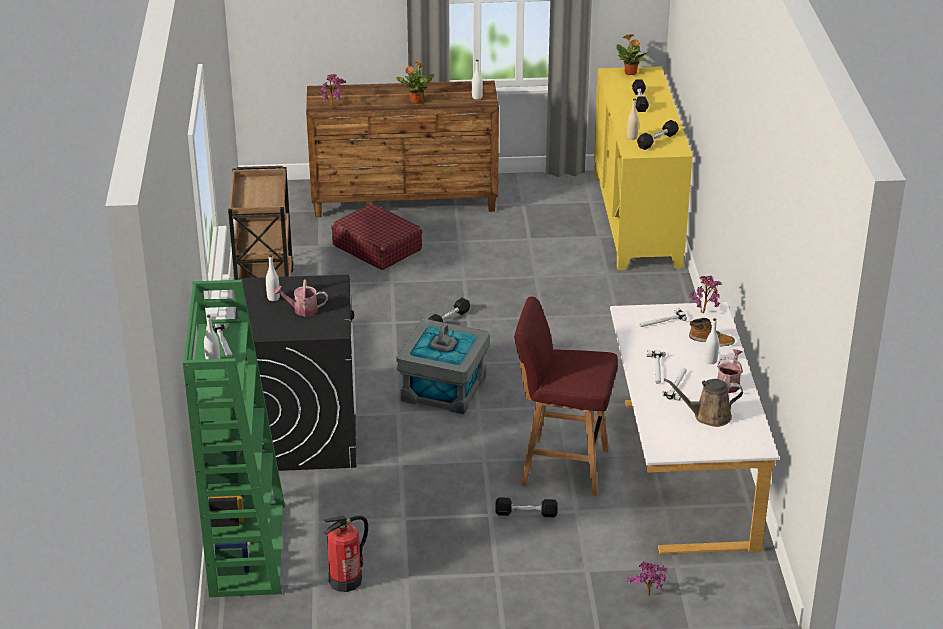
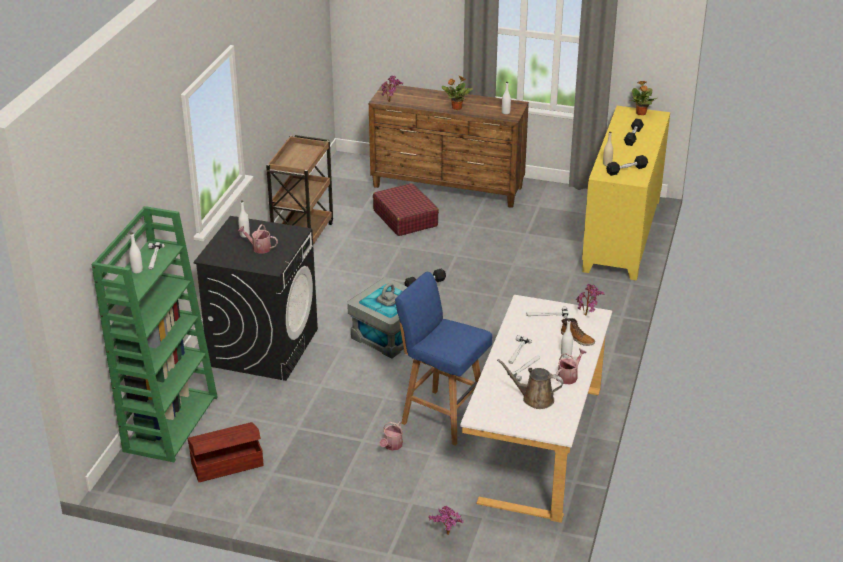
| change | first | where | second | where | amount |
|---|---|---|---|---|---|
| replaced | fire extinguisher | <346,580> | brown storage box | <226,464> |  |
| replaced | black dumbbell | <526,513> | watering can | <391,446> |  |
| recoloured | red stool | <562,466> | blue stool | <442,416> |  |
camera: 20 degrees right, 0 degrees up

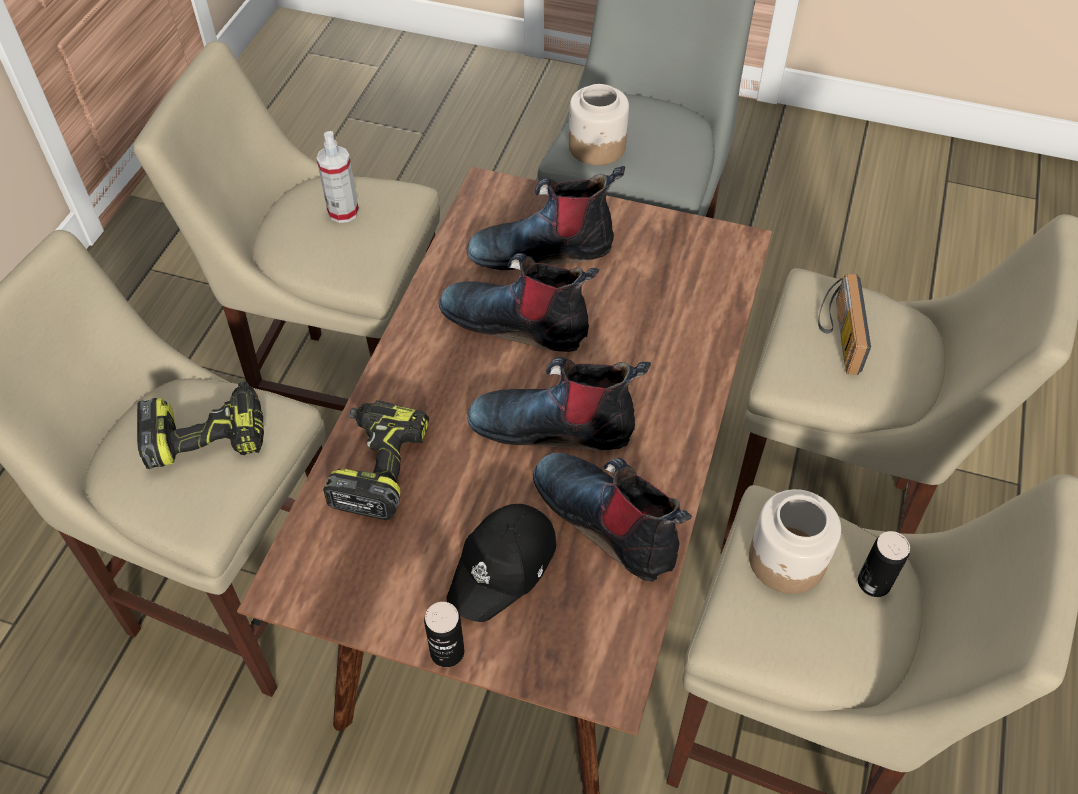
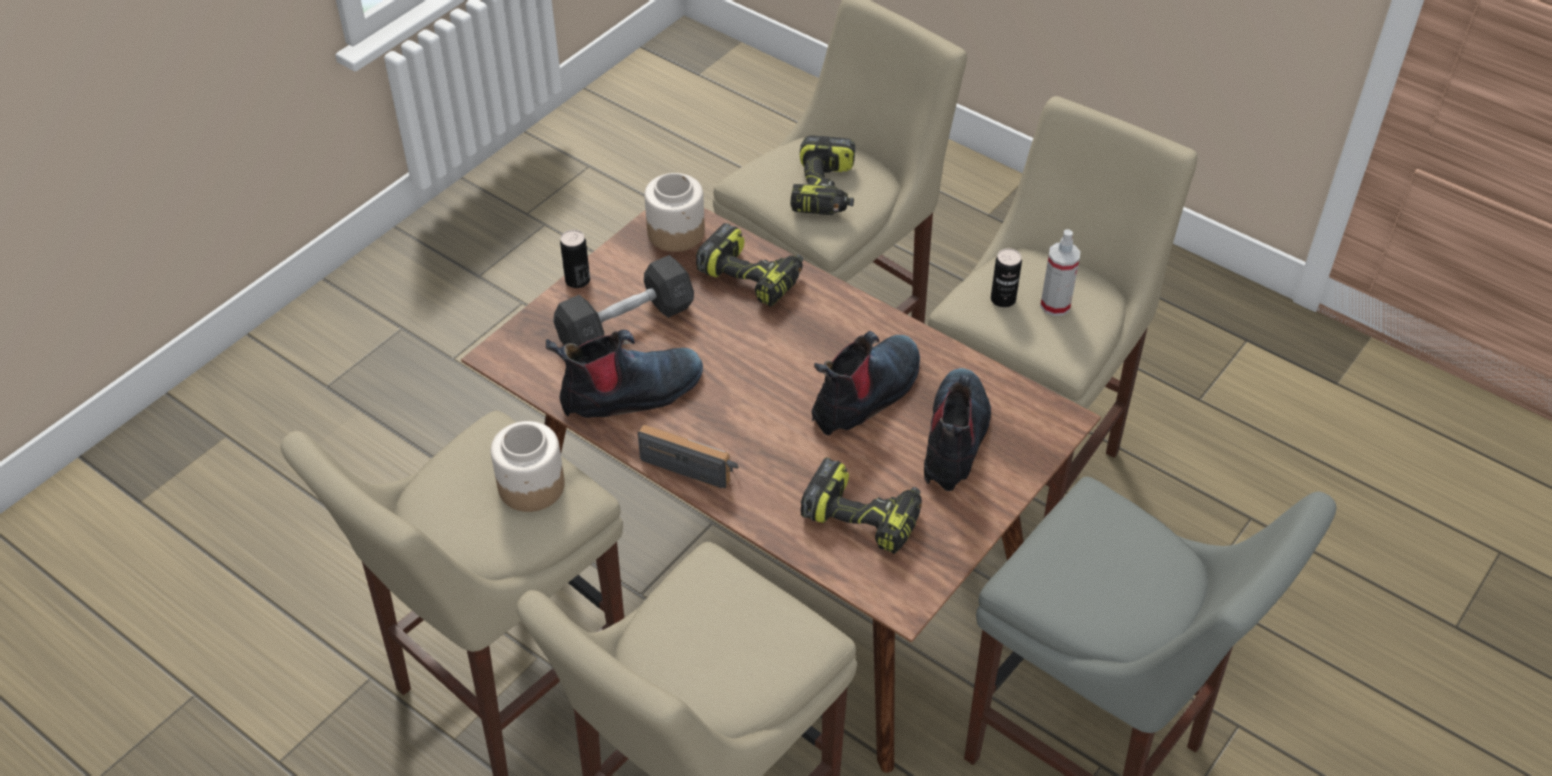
| change | first | where | second | where | amount |
|---|---|---|---|---|---|
| replaced | black cap | <503,567> | grey dumbbell | <626,324> |  |
| moved | radio | <837,334> |  | <692,464> |  |
| moved | jar | <596,146> |  | <676,232> |  |
| added |  |  | power drill | <864,516> |  |
| moved | can | <873,583> |  | <1003,299> |  |
| removed | boot | <554,425> |  |  |  |
camera: 110 degrees right, 5 degrees down

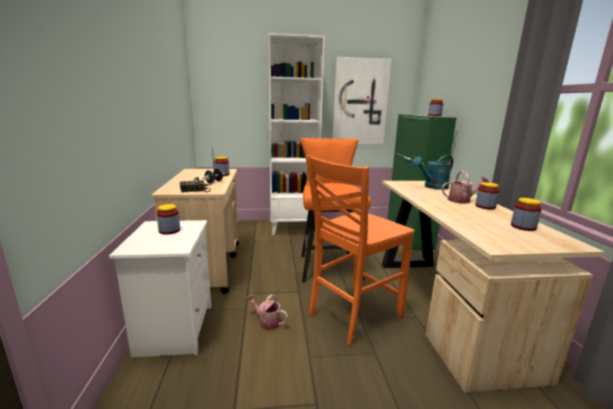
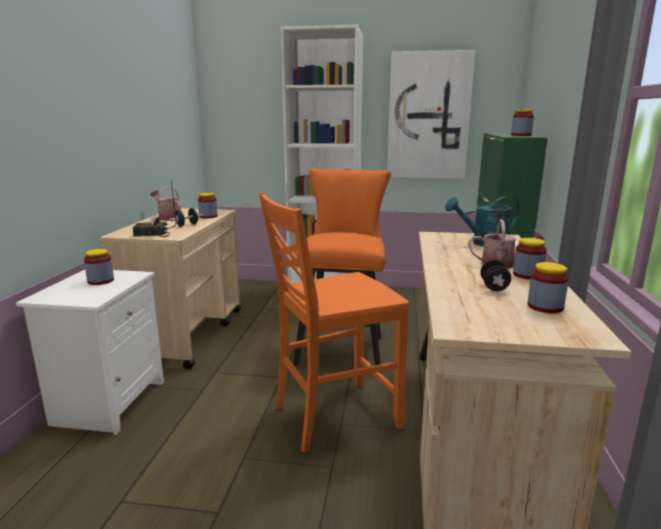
| change | first | where | second | where | amount |
|---|---|---|---|---|---|
| moved | watering can | <267,321> |  | <168,218> |  |
| added |  |  | black dumbbell | <494,287> |  |
camera: 15 degrees right, 0 degrees up

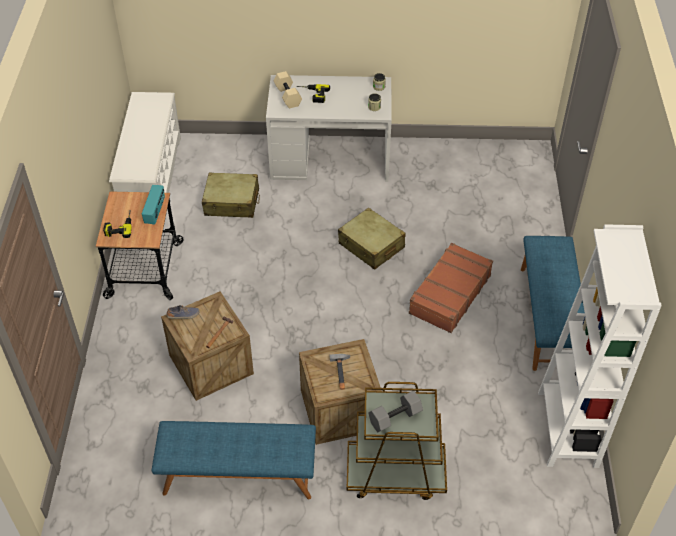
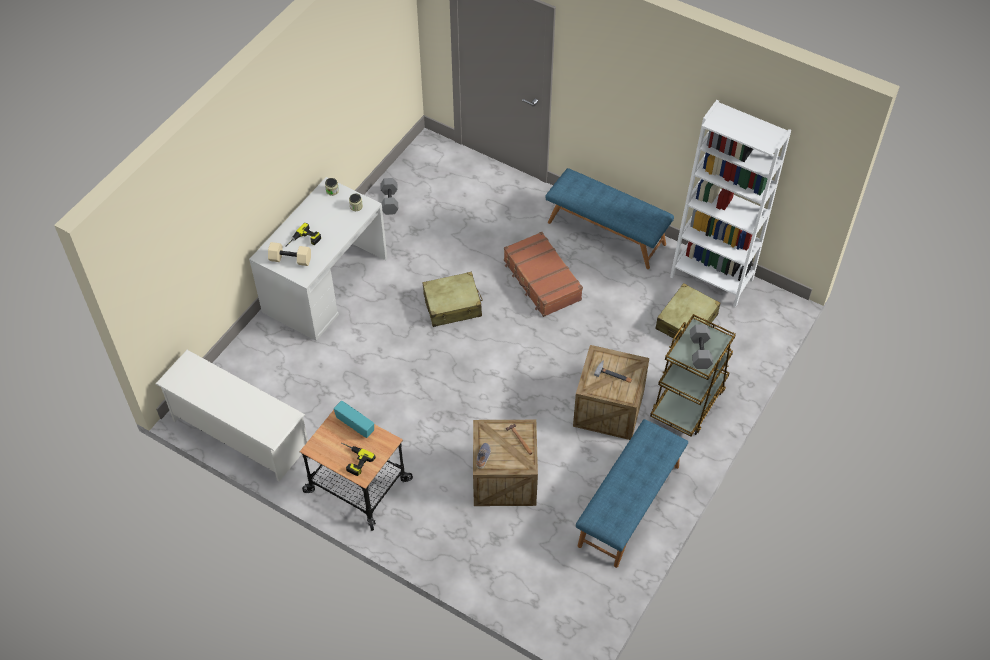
| change | first | where | second | where | amount |
|---|---|---|---|---|---|
| added |  |  | grey dumbbell | <389,201> |  |
| moved | beige suitcase | <232,202> |  | <686,322> |  |
camera: 60 degrees left, 5 degrees up

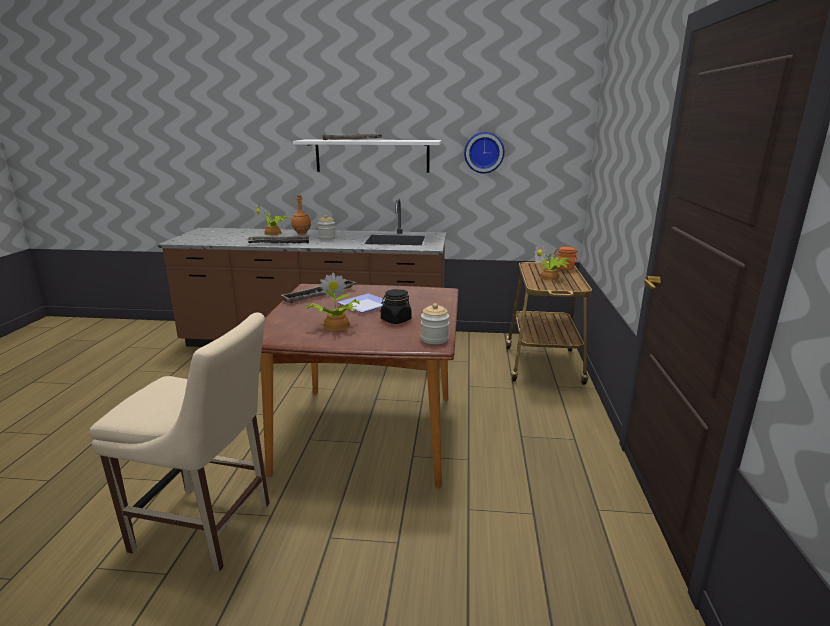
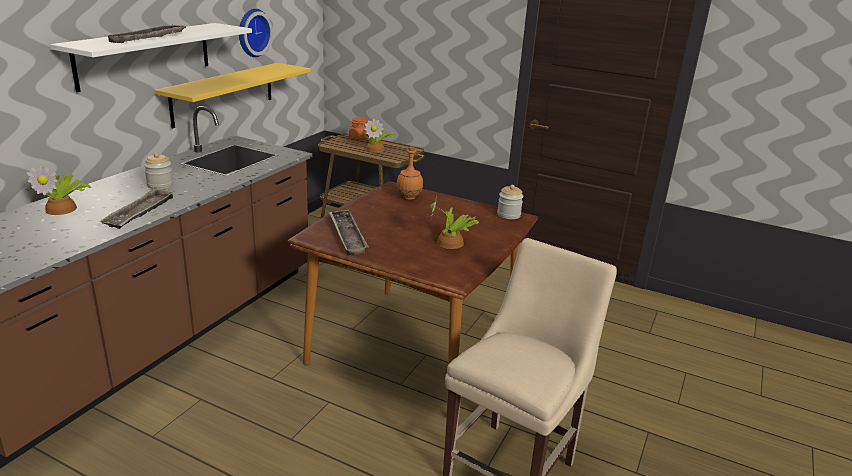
| change | first | where | second | where | amount |
|---|---|---|---|---|---|
| added |  |  | yellow shelf | <223,93> |  |
| moved | orange bottle | <302,233> |  | <408,197> |  |
| removed | plate | <363,305> |  |  |  |
| removed | black jar | <396,320> |  |  |  |
camera: 70 degrees left, 5 degrees up

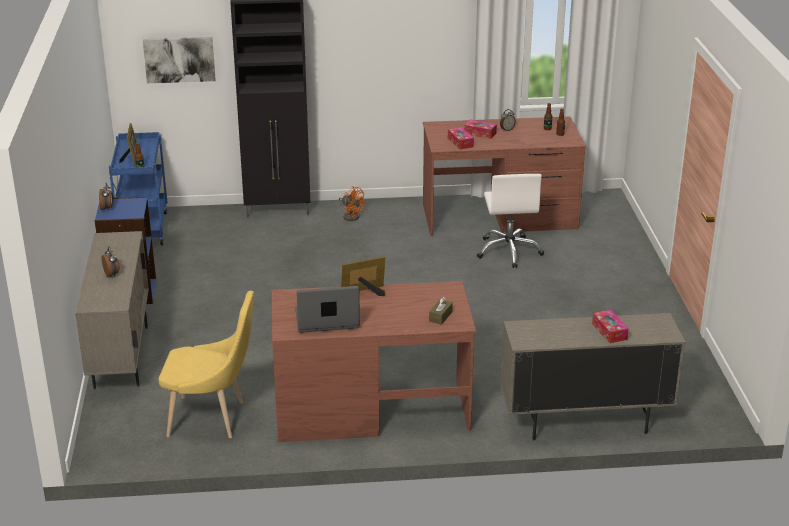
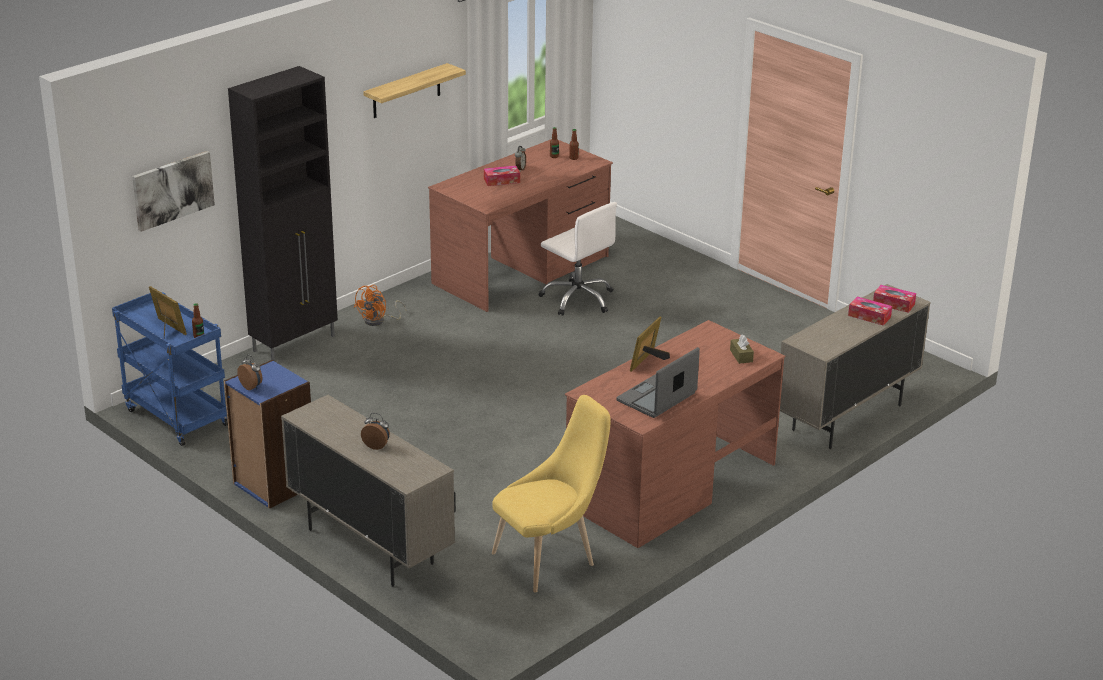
| change | first | where | second | where | amount |
|---|---|---|---|---|---|
| turned | orange fan | <351,216> |  | <378,321> | 120 degrees clockwise |
| added |  |  | shelf | <406,91> |  |
| moved | tissue box | <460,142> |  | <893,304> |  |
camera: 40 degrees left, 0 degrees up

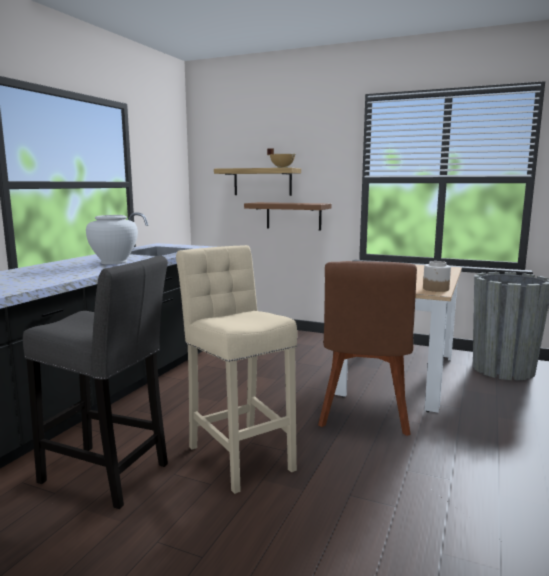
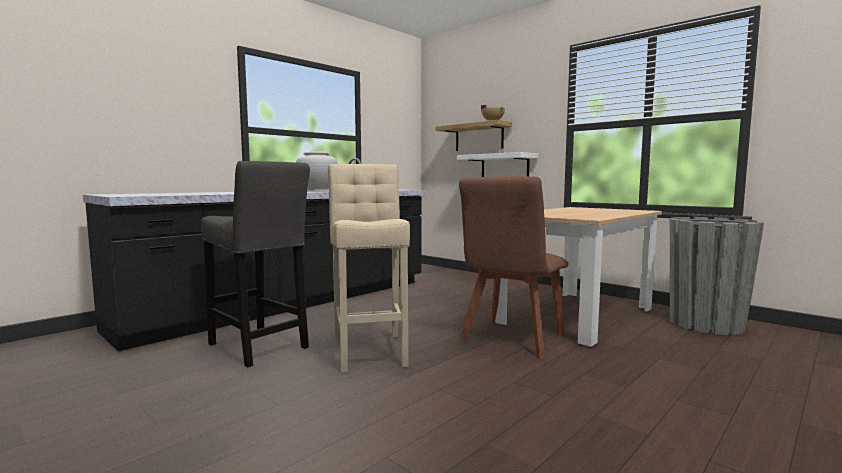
| change | first | where | second | where | amount |
|---|---|---|---|---|---|
| recoloured | brown shelf | <293,216> | white shelf | <504,167> |  |
| removed | jar | <436,289> |  |  |  |
camera: 20 degrees right, 5 degrees down

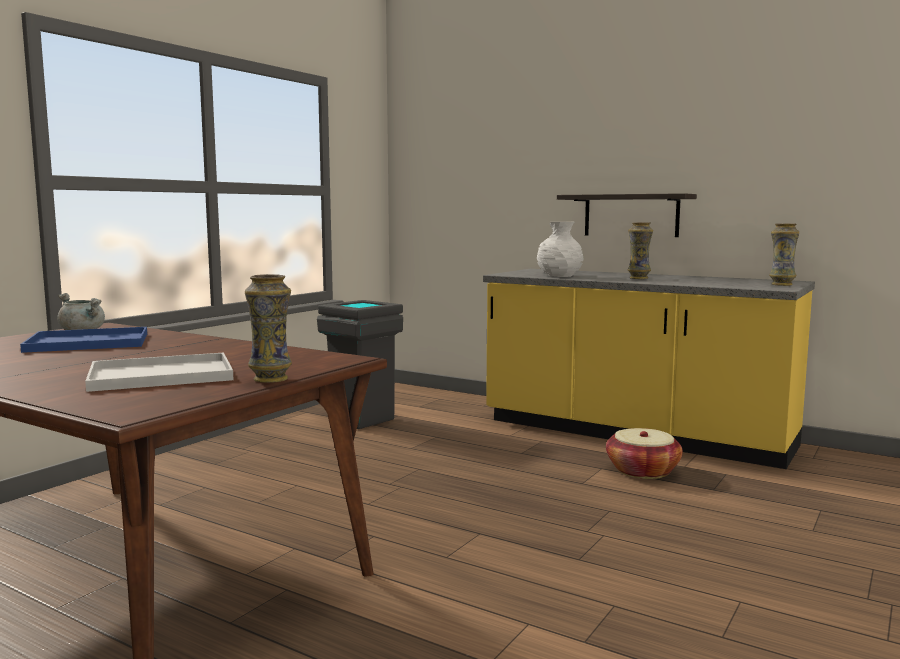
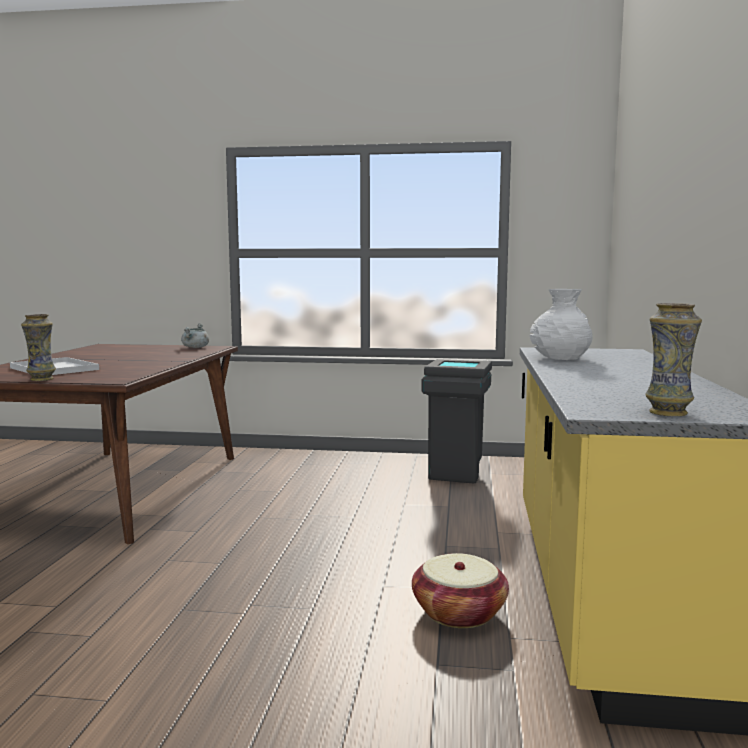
| change | first | where | second | where | amount |
|---|---|---|---|---|---|
| removed | blue tray | <85,343> |  |  |  |
| removed | shelf | <631,215> |  |  |  |
| removed | vase | <638,278> |  |  |  |
camera: 65 degrees right, 0 degrees up

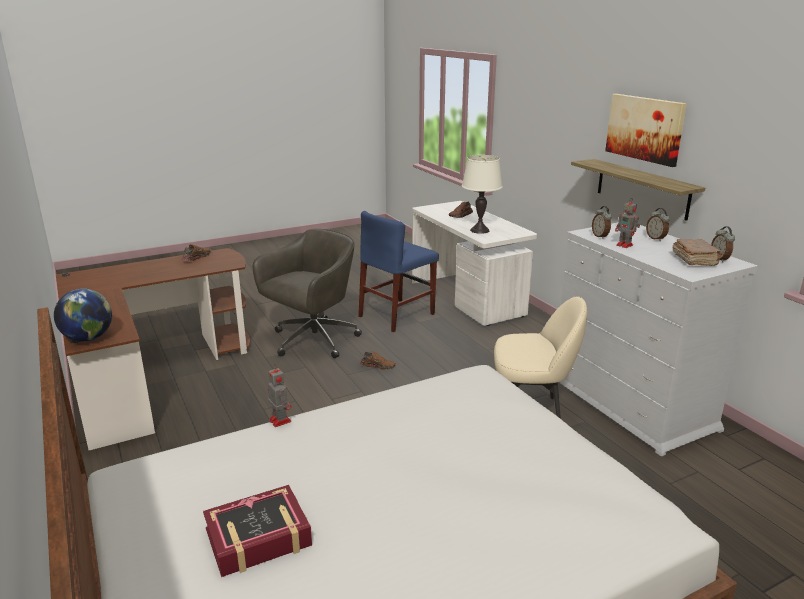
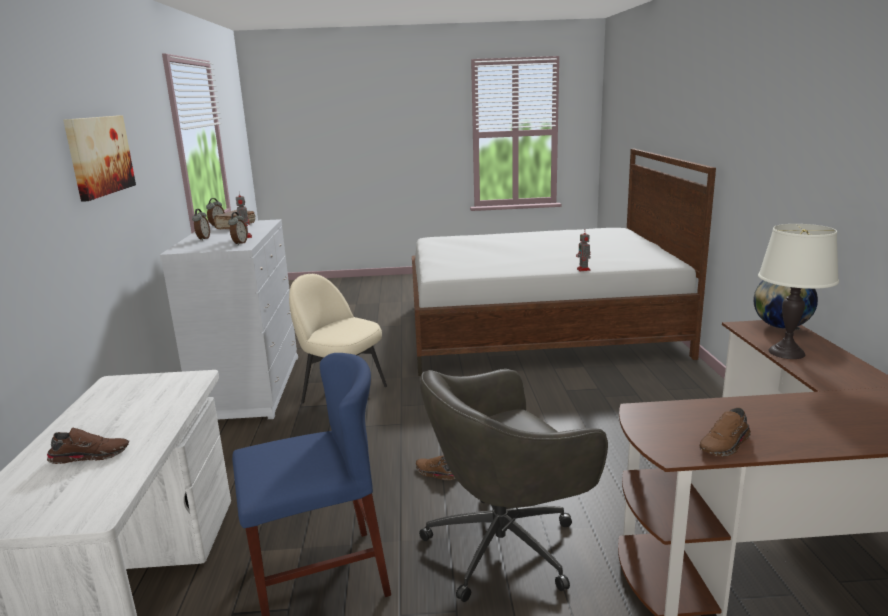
| change | first | where | second | where | amount |
|---|---|---|---|---|---|
| moved | white table lamp | <479,230> |  | <786,352> |  |
| removed | book | <258,538> |  |  |  |
| removed | shelf | <642,188> |  |  |  |
camera: 155 degrees left, 5 degrees down

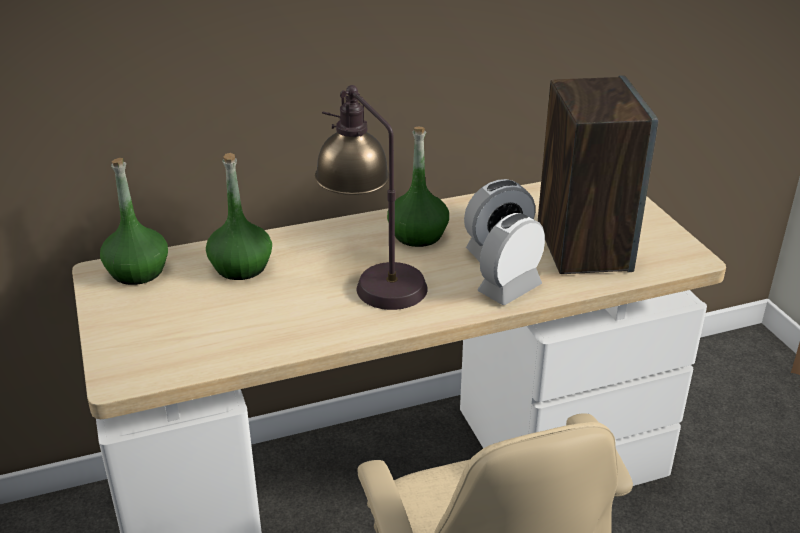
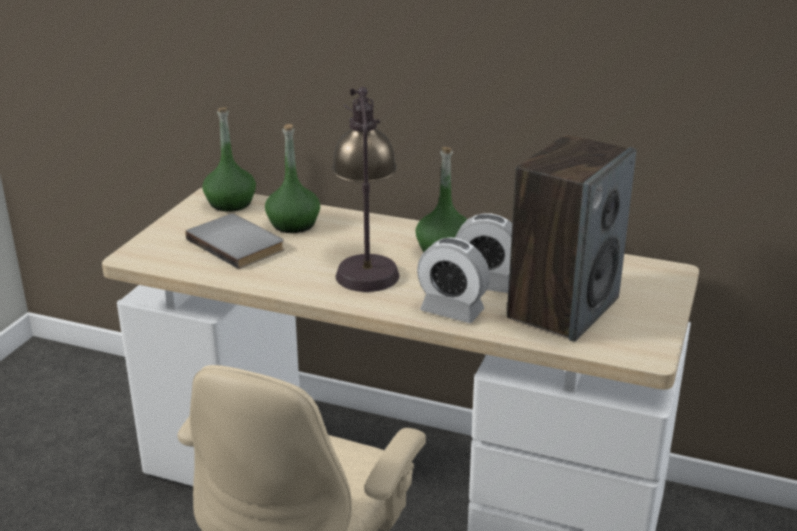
| change | first | where | second | where | amount |
|---|---|---|---|---|---|
| added |  |  | grey book | <238,243> |  |
| turned | alarm clock | <509,288> |  | <452,311> | 150 degrees counterclockwise |
camera: 40 degrees right, 5 degrees down

